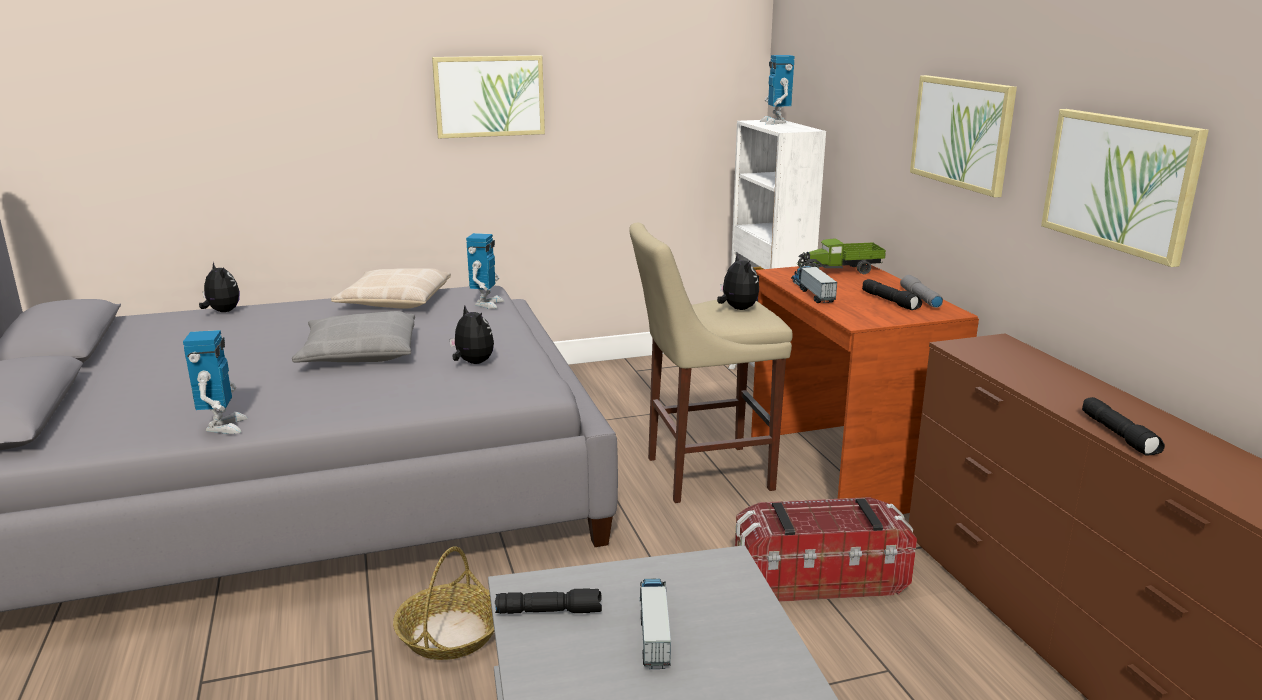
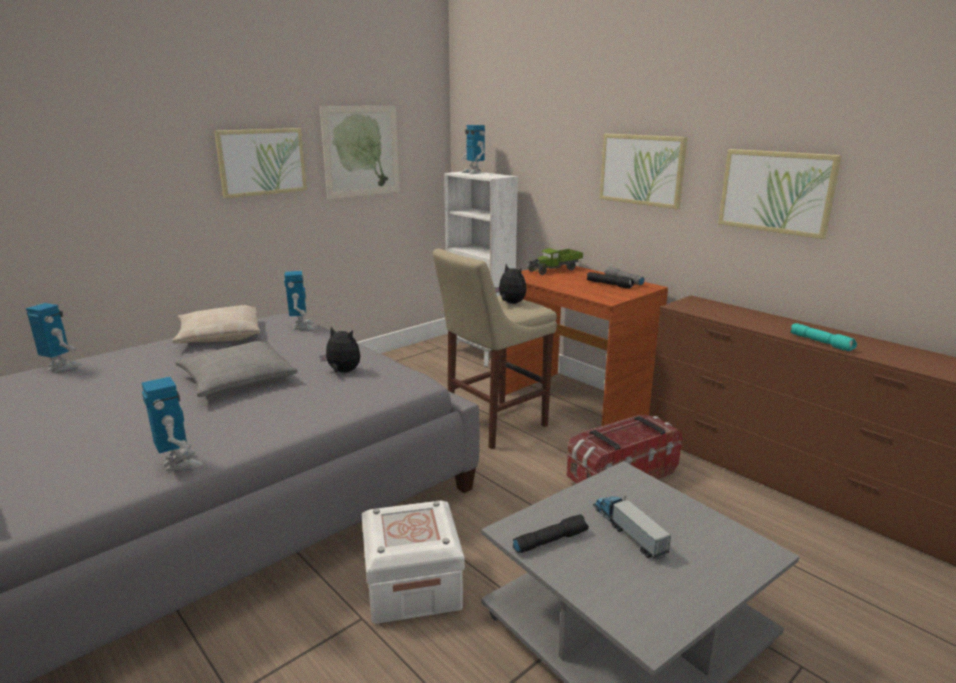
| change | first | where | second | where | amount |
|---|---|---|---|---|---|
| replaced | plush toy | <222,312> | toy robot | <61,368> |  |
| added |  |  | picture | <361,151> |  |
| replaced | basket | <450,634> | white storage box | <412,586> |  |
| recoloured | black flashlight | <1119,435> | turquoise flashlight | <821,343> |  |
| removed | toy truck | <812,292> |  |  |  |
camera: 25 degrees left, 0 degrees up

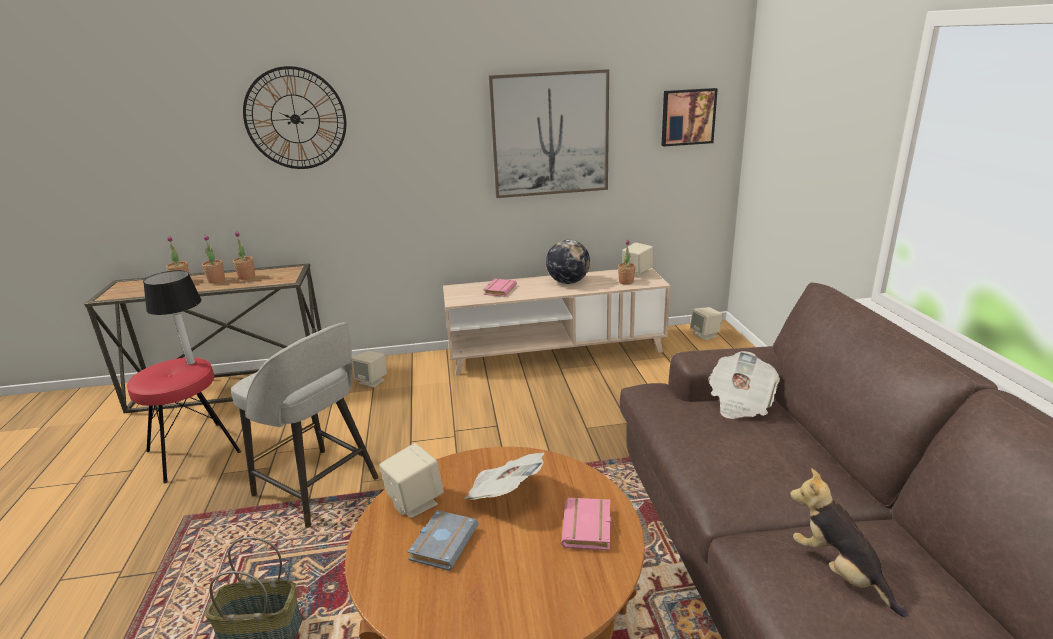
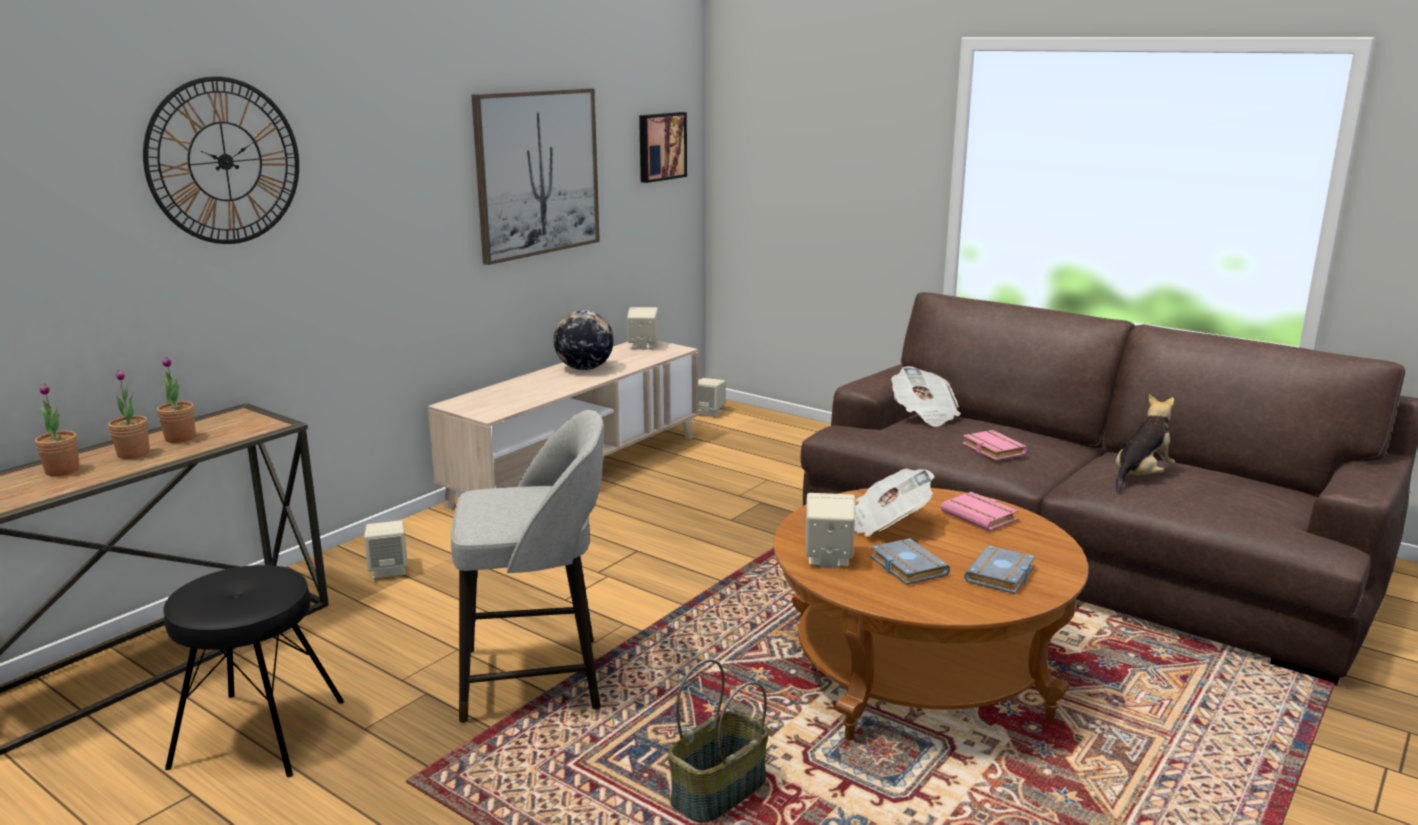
| change | first | where | second | where | amount |
|---|---|---|---|---|---|
| recoloured | red stool | <193,451> | black stool | <258,733> |  |
| moved | pink book | <499,290> |  | <991,449> |  |
| added |  |  | grey book | <1001,576> |  |
| turned | plush toy | <839,571> |  | <1141,477> | 120 degrees clockwise |
| removed | table lamp | <191,363> |  |  |  |
| removed | potted plant | <626,282> |  |  |  |
camera: 45 degrees left, 5 degrees down

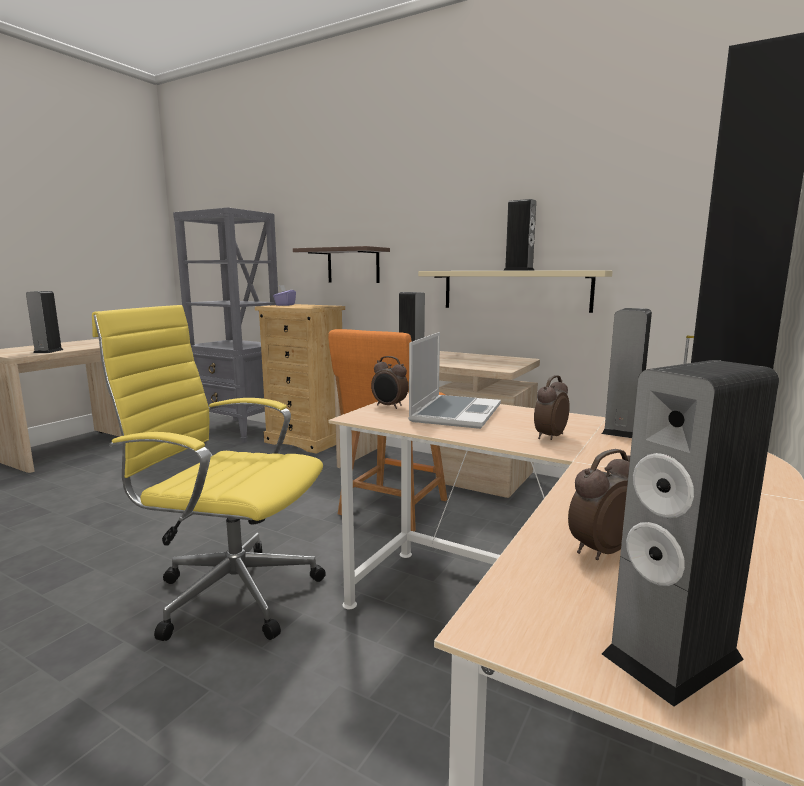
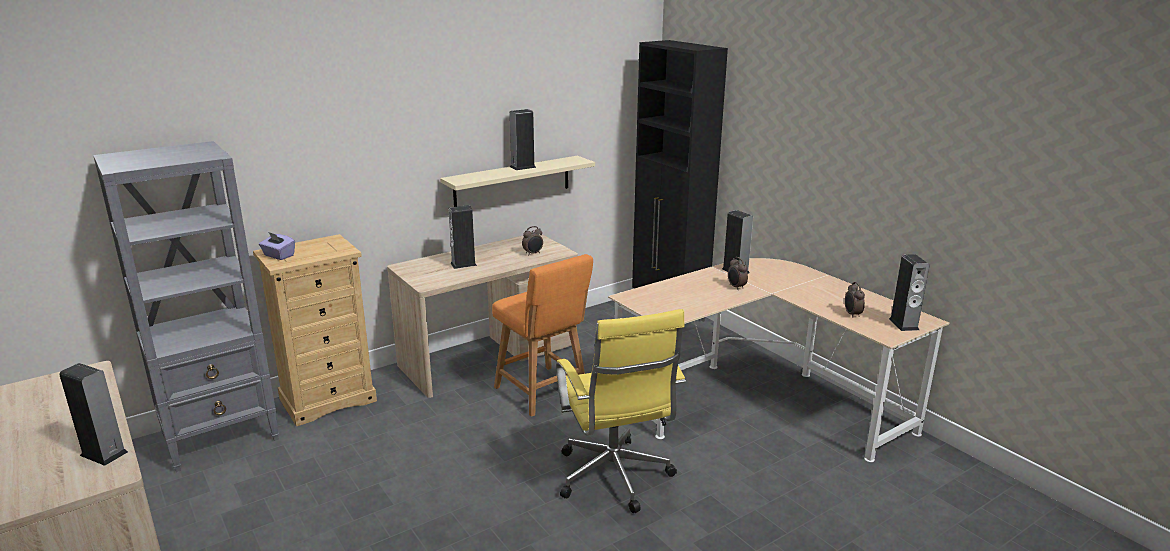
| change | first | where | second | where | amount |
|---|---|---|---|---|---|
| moved | alarm clock | <389,406> |  | <533,253> |  |
| turned | yellow office chair | <230,592> |  | <615,479> | 60 degrees counterclockwise |
| removed | shelf | <353,265> |  |  |  |
| removed | laptop | <455,413> |  |  |  |
camera: 65 degrees left, 10 degrees up

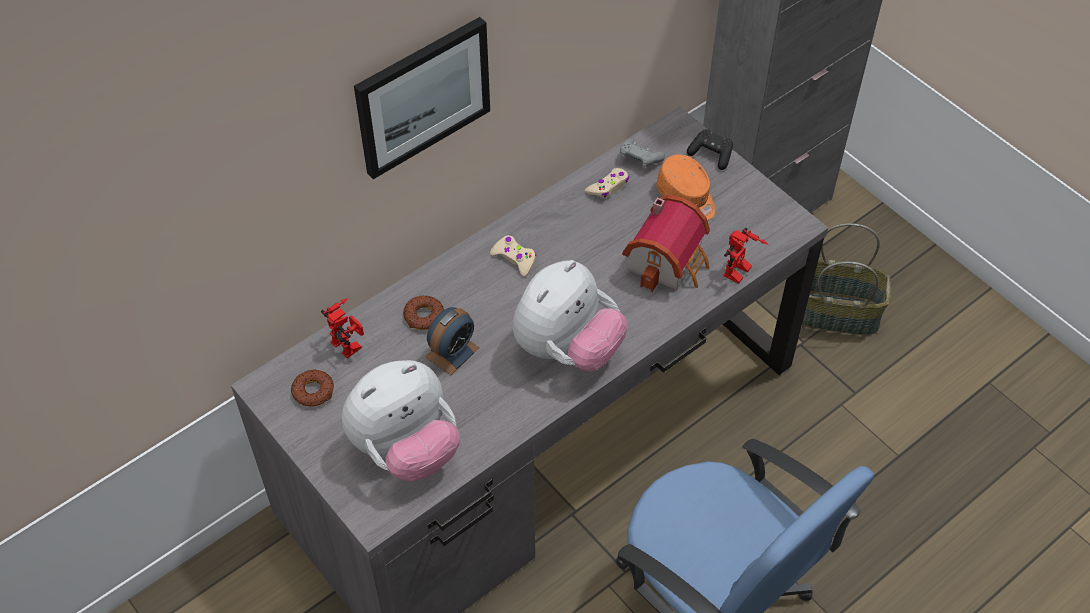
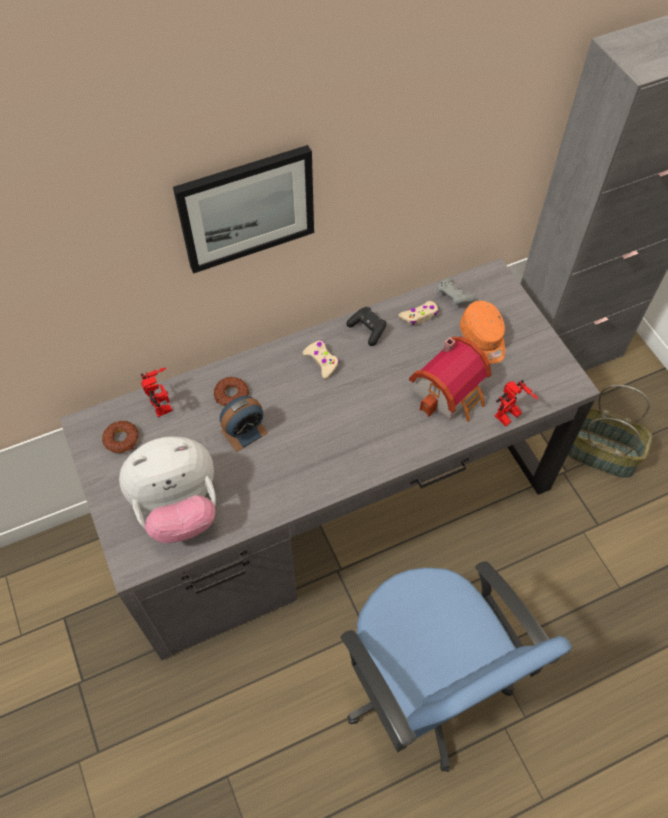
| change | first | where | second | where | amount |
|---|---|---|---|---|---|
| moved | black game controller | <711,154> |  | <367,330> |  |
| removed | plush toy | <567,348> |  |  |  |
camera: 15 degrees right, 5 degrees up

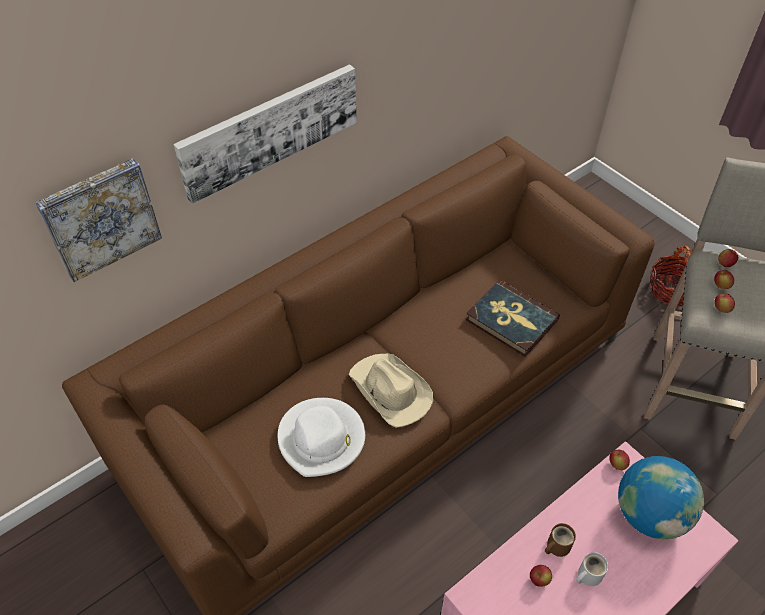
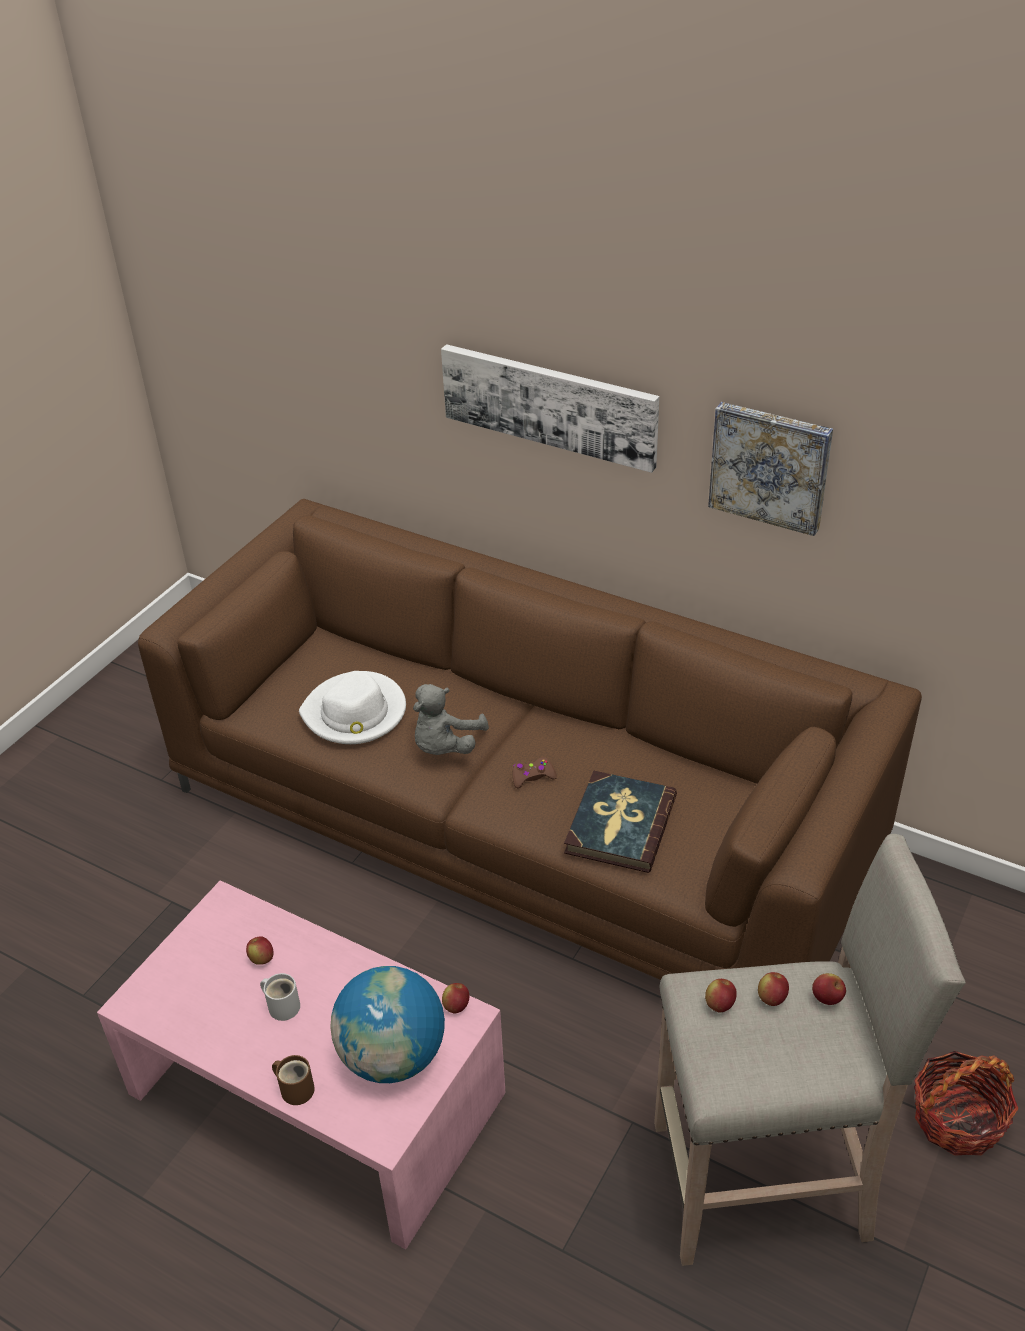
| change | first | where | second | where | amount |
|---|---|---|---|---|---|
| moved | brown mug | <556,546> |  | <296,1088> |  |
| replaced | beige hat | <390,391> | grey plush toy | <445,746> |  |
| added |  |  | brown game controller | <532,776> |  |
| moved | picture | <100,218> |  | <770,466> |  |
camera: 70 degrees right, 10 degrees down

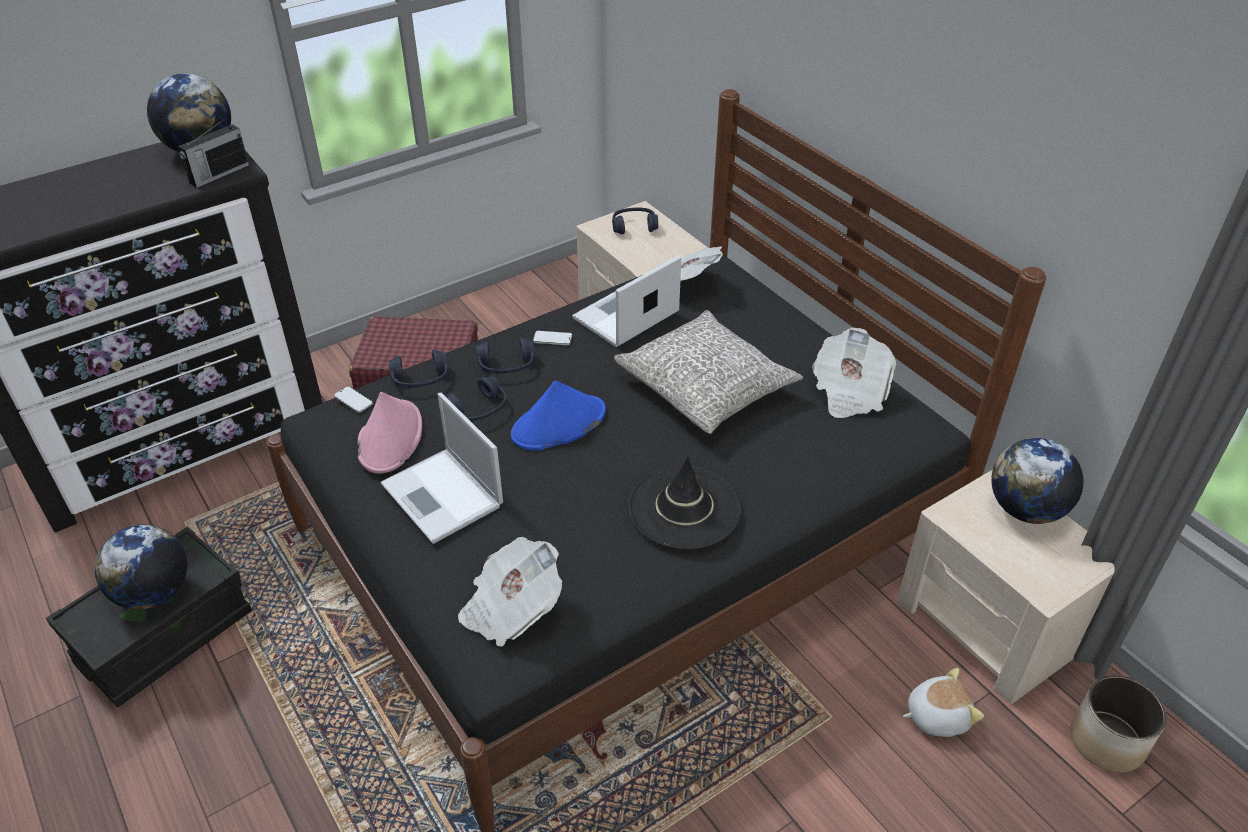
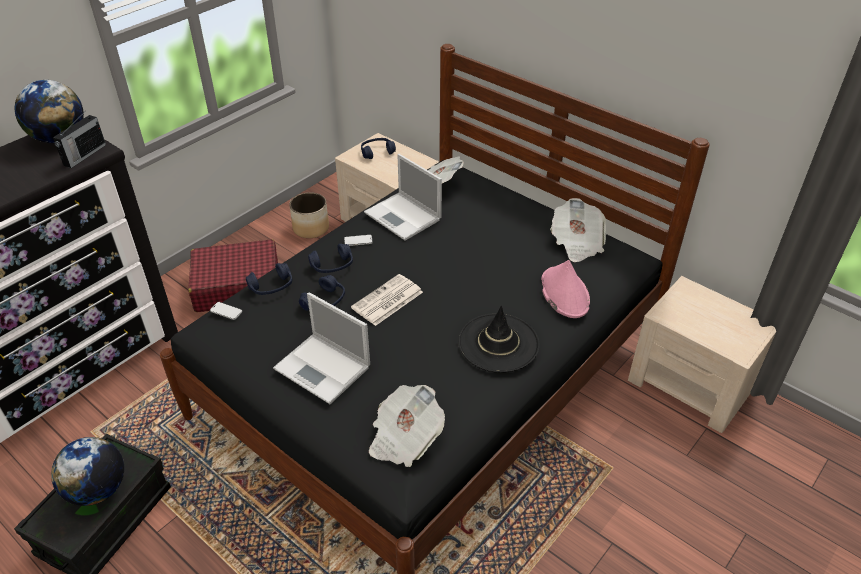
| change | first | where | second | where | amount |
|---|---|---|---|---|---|
| moved | planter | <1107,741> |  | <311,228> |  |
| replaced | blue hat | <558,424> | newspaper | <387,301> |  |
| turned | laptop | <624,317> |  | <404,217> | 75 degrees counterclockwise |
| moved | pink hat | <390,437> |  | <564,293> |  |
| removed | grey pillow | <706,386> |  |  |  |
| removed | plush toy | <936,715> |  |  |  |
| removed | globe | <1025,510> |  |  |  |
camera: 15 degrees left, 0 degrees up

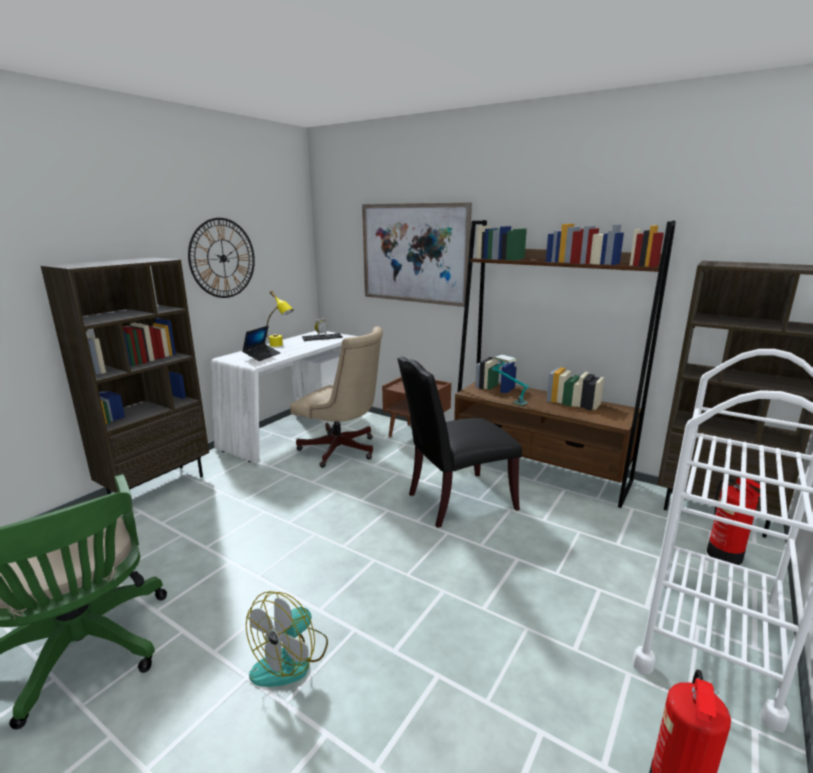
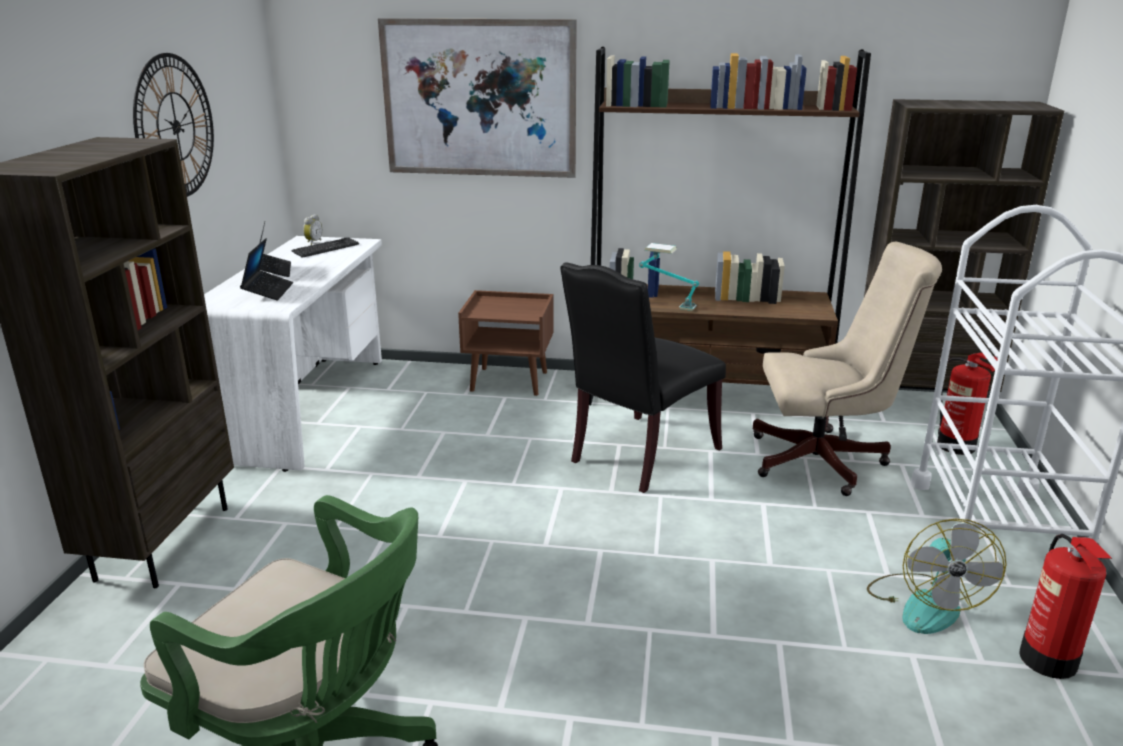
| change | first | where | second | where | amount |
|---|---|---|---|---|---|
| replaced | yellow table lamp | <280,346> | laptop | <273,270> |  |
| moved | beige office chair | <342,451> |  | <826,462> |  |
| moved | fan | <291,659> |  | <925,603> |  |
camera: 25 degrees left, 5 degrees up

